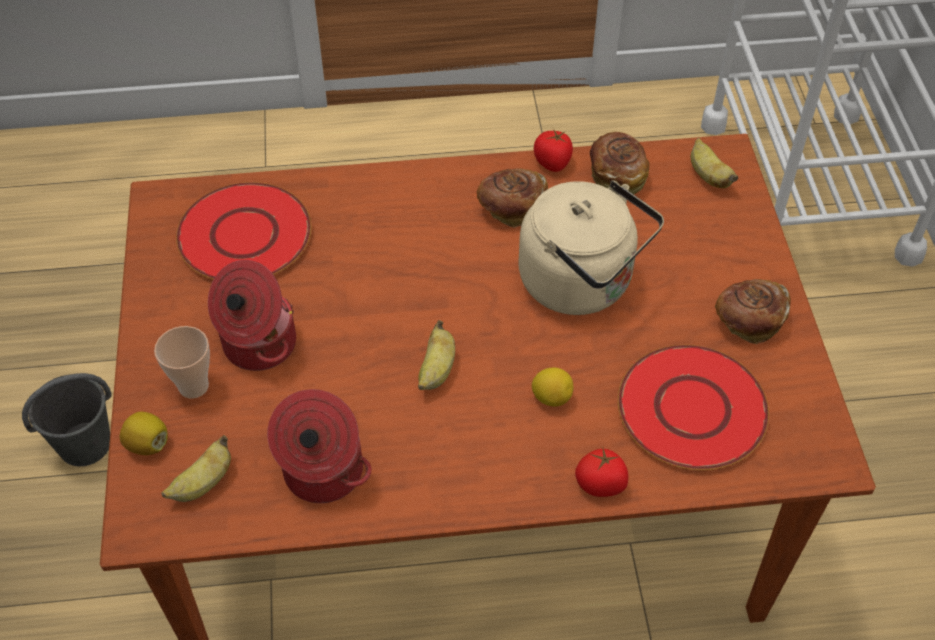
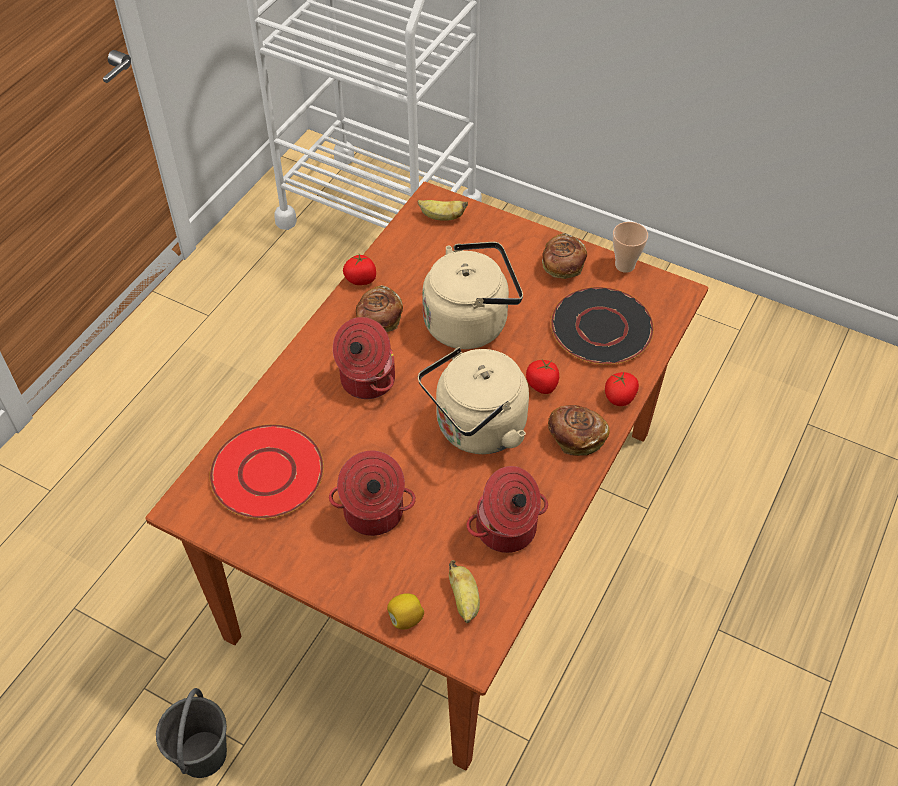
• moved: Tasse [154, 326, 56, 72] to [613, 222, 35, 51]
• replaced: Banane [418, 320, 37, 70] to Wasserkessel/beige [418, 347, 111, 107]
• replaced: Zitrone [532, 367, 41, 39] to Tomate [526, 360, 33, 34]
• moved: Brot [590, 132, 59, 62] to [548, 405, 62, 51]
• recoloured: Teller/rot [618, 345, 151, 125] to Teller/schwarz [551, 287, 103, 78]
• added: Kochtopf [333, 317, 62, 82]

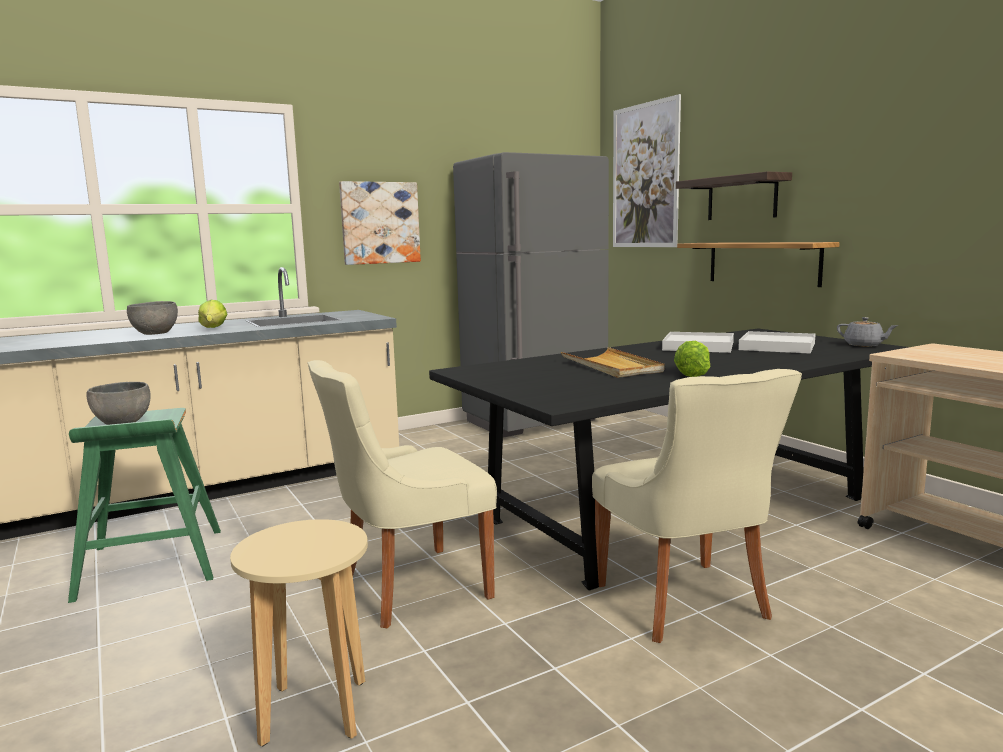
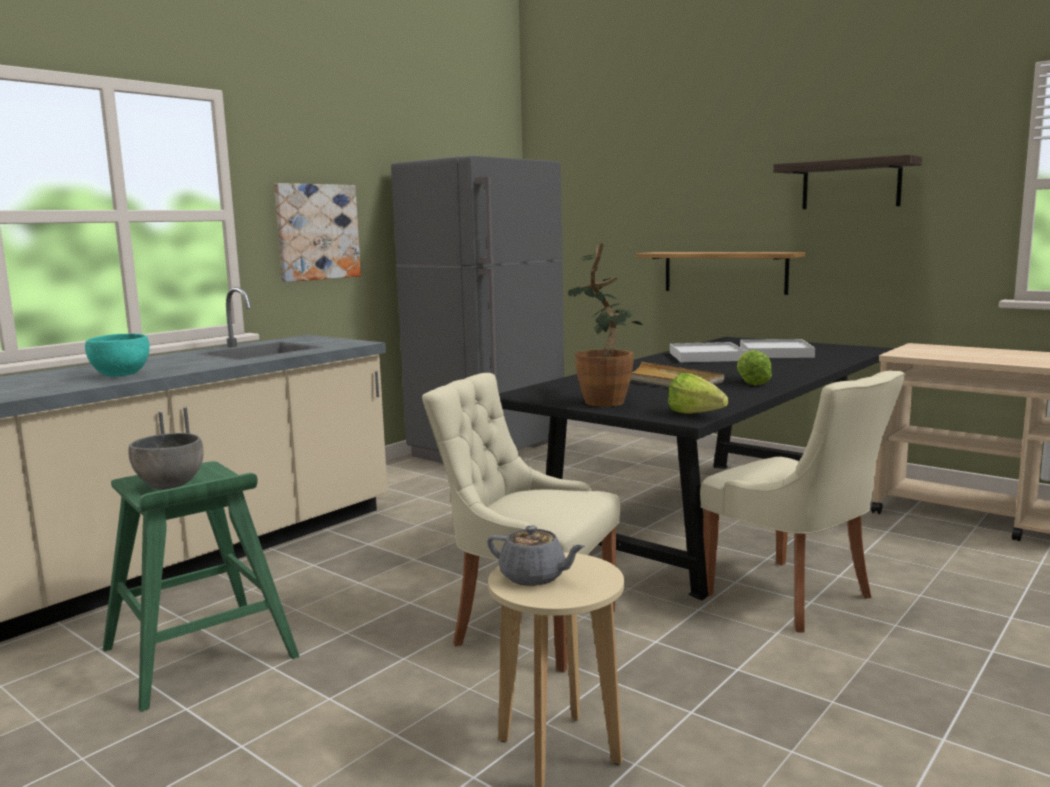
• recoloured: Schüssel/grau [127, 301, 51, 34] to Schüssel/türkis [85, 334, 65, 43]
• moved: Salatkopf [198, 300, 29, 28] to [668, 373, 60, 41]
• turned: Stuhl/beige [307, 360, 190, 268] = [422, 373, 199, 300] 75 degrees clockwise
• removed: Bild [613, 94, 68, 153]
• moved: Wandregal [676, 172, 116, 48] to [773, 155, 149, 54]
• moved: Teekanne/grau [837, 317, 61, 30] to [487, 525, 98, 61]
• added: Topfpflanze [568, 243, 75, 164]

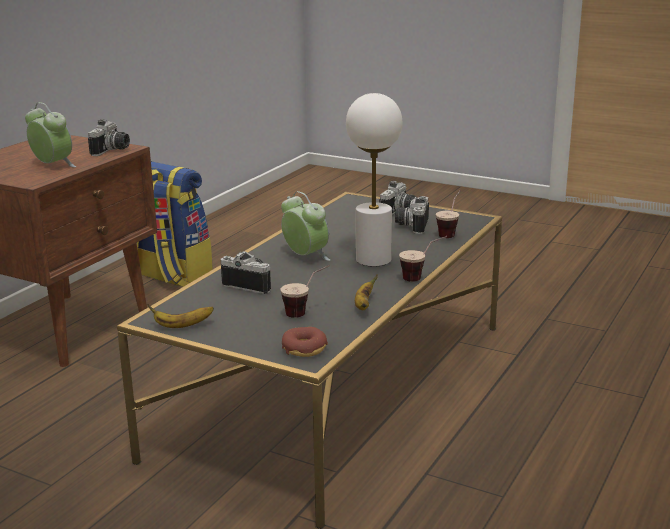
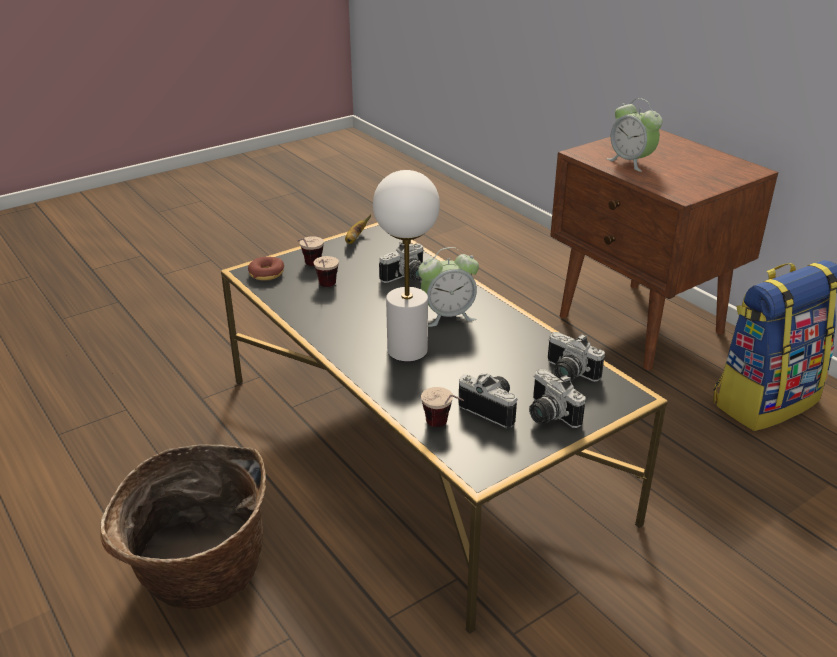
• turned: Wecker [25, 102, 51, 65] = [607, 98, 55, 74] 75 degrees clockwise
• moved: Kamera [88, 119, 42, 37] to [548, 332, 57, 50]
• removed: Banane [355, 275, 23, 35]
• moved: Tasse [399, 236, 48, 46] to [297, 236, 27, 30]
• added: Korb [100, 445, 166, 164]

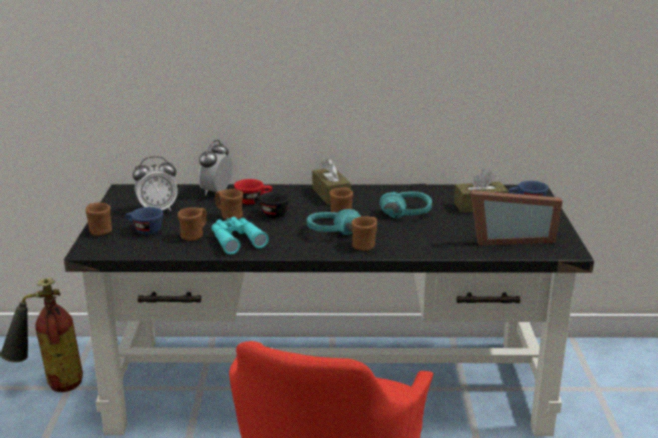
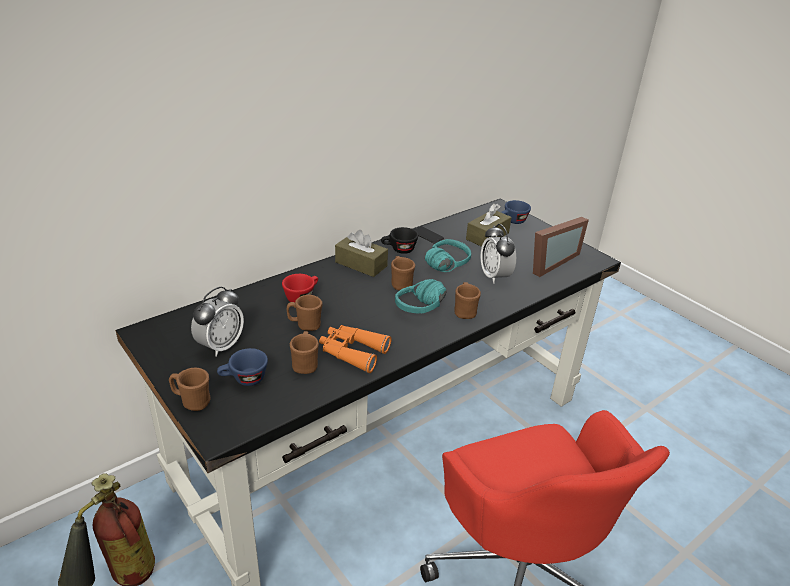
• moved: Wecker [198, 140, 35, 56] to [481, 224, 35, 60]
• recoloured: Fernglas/türkis [211, 217, 58, 38] to Fernglas/orange [319, 325, 73, 48]
• moved: Tasse/schwarz [254, 192, 36, 26] to [381, 227, 37, 27]

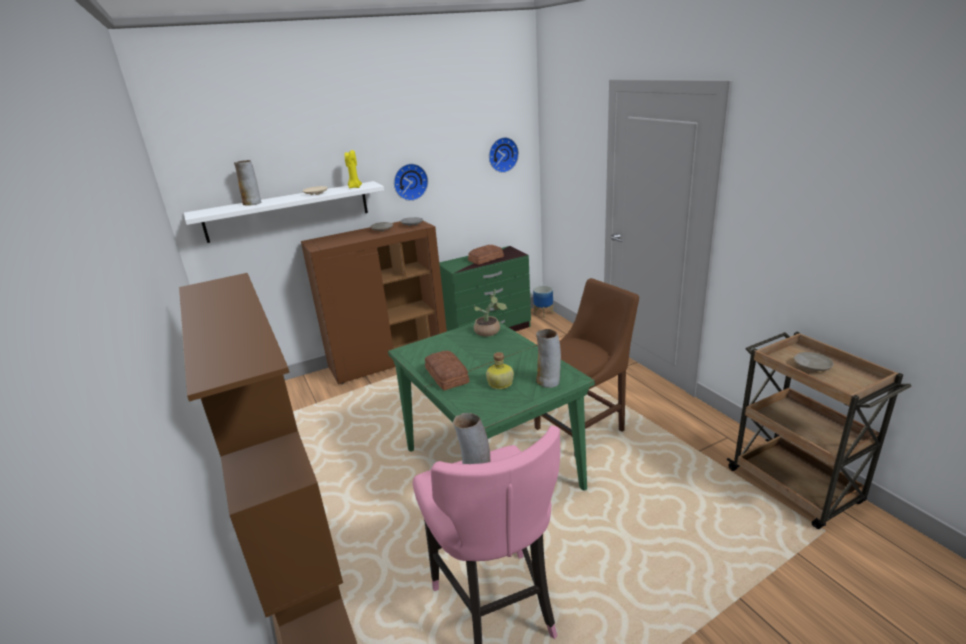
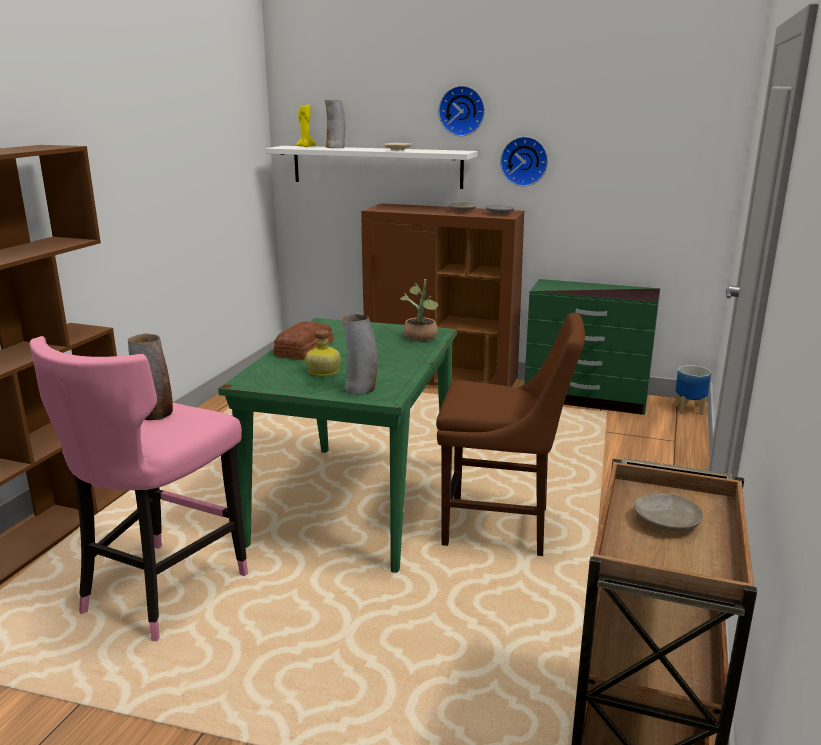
• moved: Kerze/gelb [344, 150, 18, 38] to [296, 104, 20, 43]
• removed: Brot [468, 245, 36, 20]
• moved: Wanduhr [489, 137, 30, 36] to [438, 85, 47, 51]

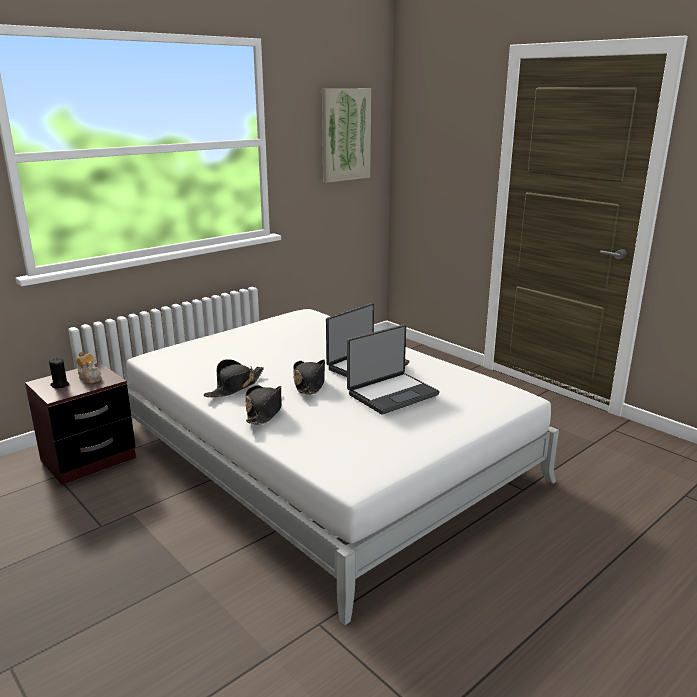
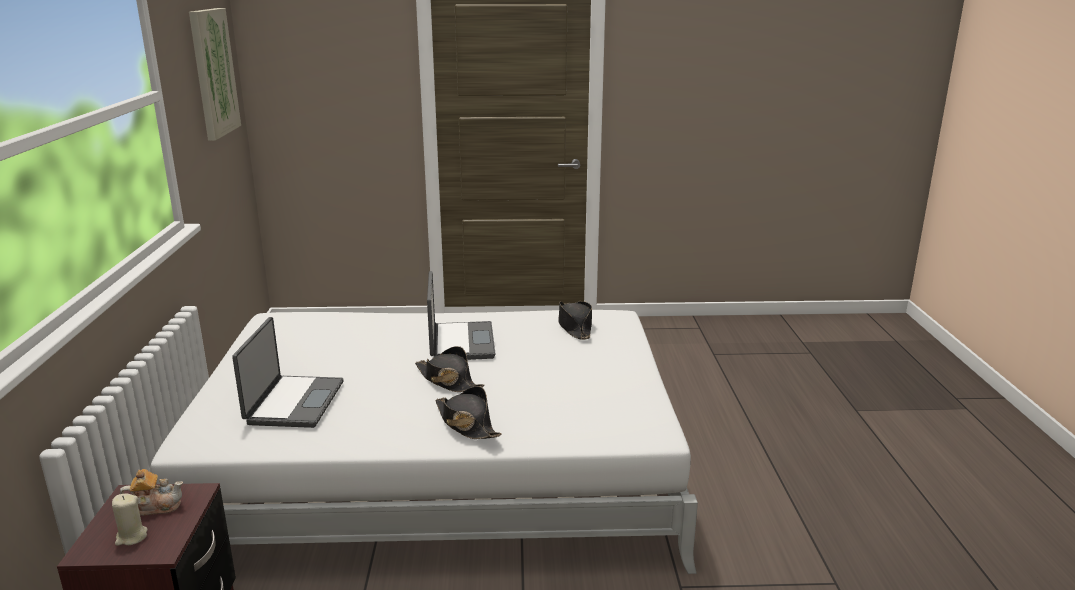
• recoloured: Kerze/schwarz [49, 358, 20, 31] to Kerze/beige [112, 494, 36, 52]
• moved: Hut/schwarz [204, 359, 60, 38] to [559, 301, 33, 39]
• moved: Laptop [347, 324, 93, 90] to [232, 317, 112, 111]

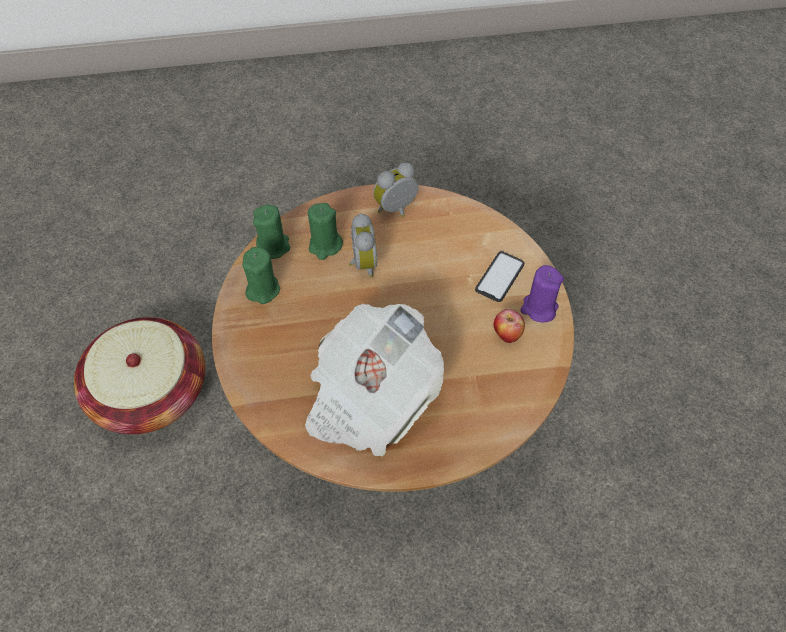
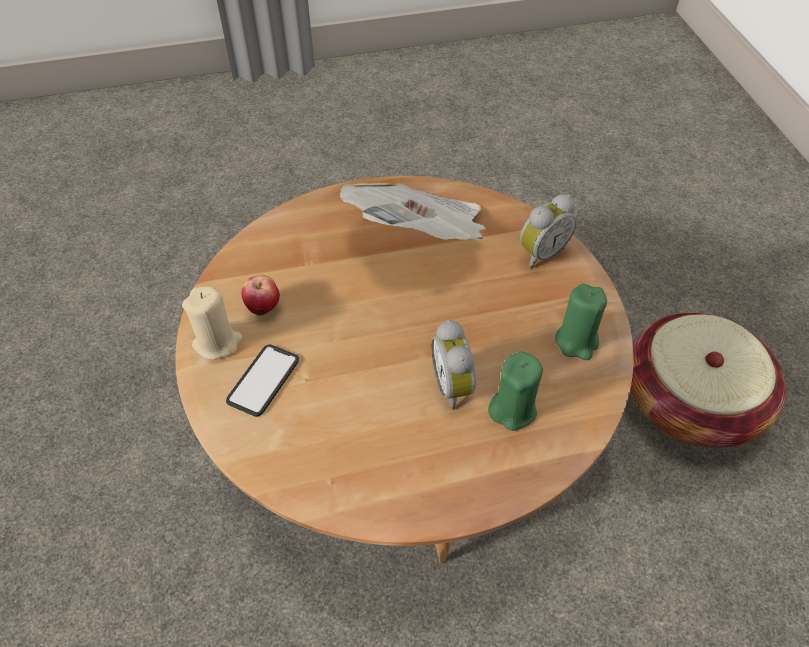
• removed: Kerze/grün [253, 204, 37, 55]
• moved: Wecker [373, 163, 45, 54] to [520, 194, 57, 75]
• recoloured: Kerze/lila [521, 265, 43, 57] to Kerze/beige [182, 286, 60, 74]

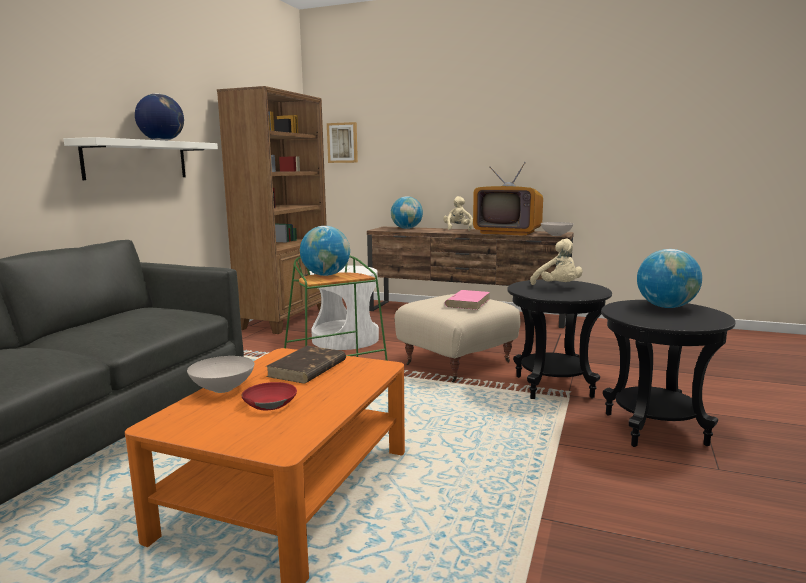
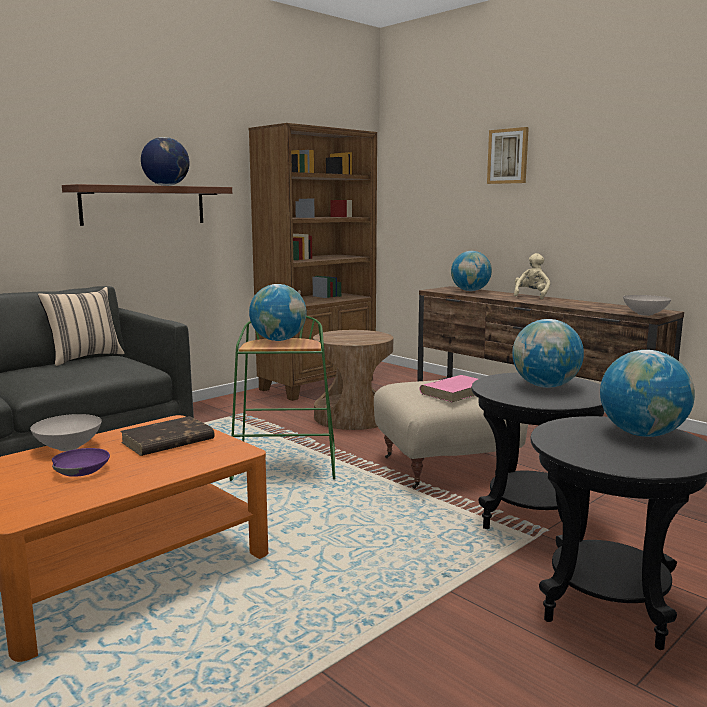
• recoloured: Wandregal/weiß [64, 137, 154, 43] to Wandregal/braun [62, 184, 170, 42]
• recoloured: Schüssel/rot [242, 382, 55, 28] to Schüssel/lila [52, 448, 58, 29]
• recoloured: Beistelltisch/weiß [310, 265, 69, 85] to Beistelltisch/braun [313, 330, 80, 100]
• moved: Bild [327, 122, 31, 41] to [487, 127, 42, 57]
• removed: Fernseher [473, 162, 70, 74]
• replaced: Plüschtier/beige [530, 239, 52, 46] to Globus [512, 319, 72, 69]
• added: Kissen/beige [38, 287, 87, 79]

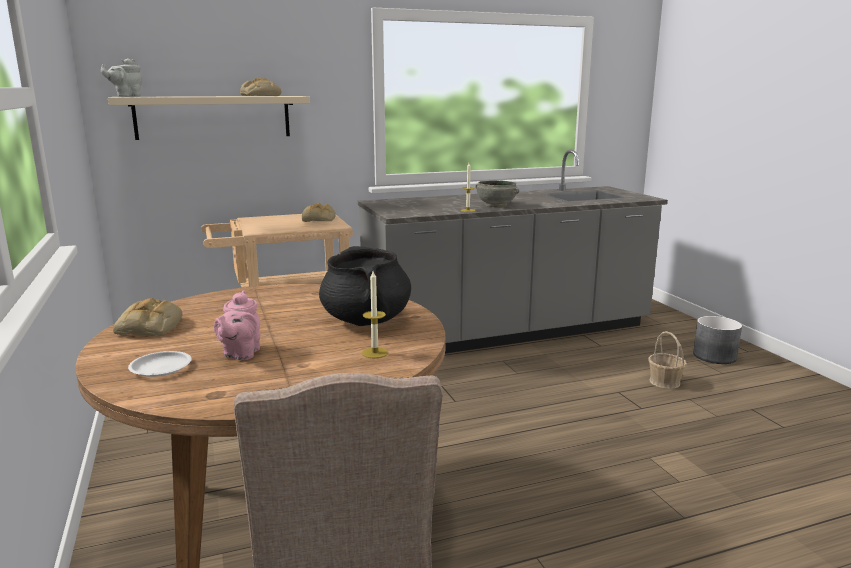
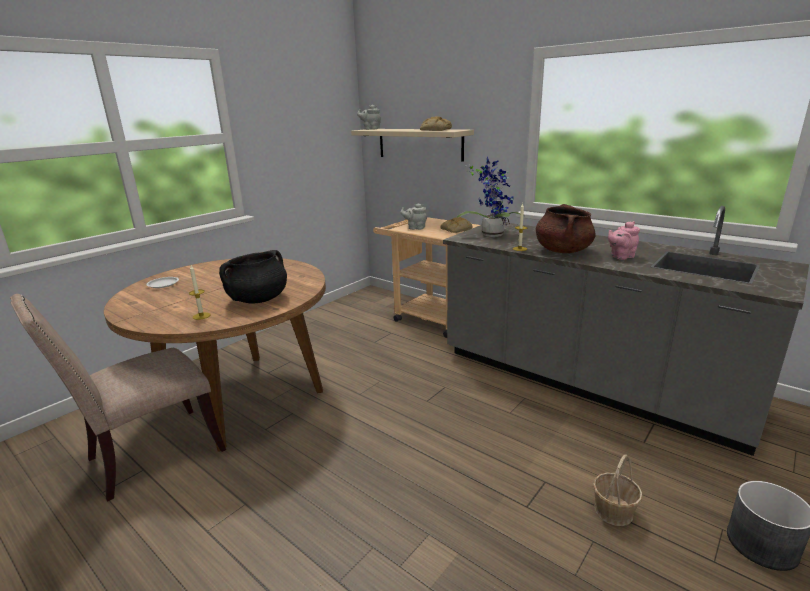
• removed: Brot [113, 298, 70, 37]
• moved: Teekanne/rosa [214, 290, 46, 70] to [608, 221, 32, 39]
• replaced: Schüssel/grau [476, 180, 43, 27] to Kochtopf/braun [536, 204, 60, 49]
• added: Teekanne/grau [400, 203, 27, 27]
• added: Topfpflanze [457, 156, 68, 81]

